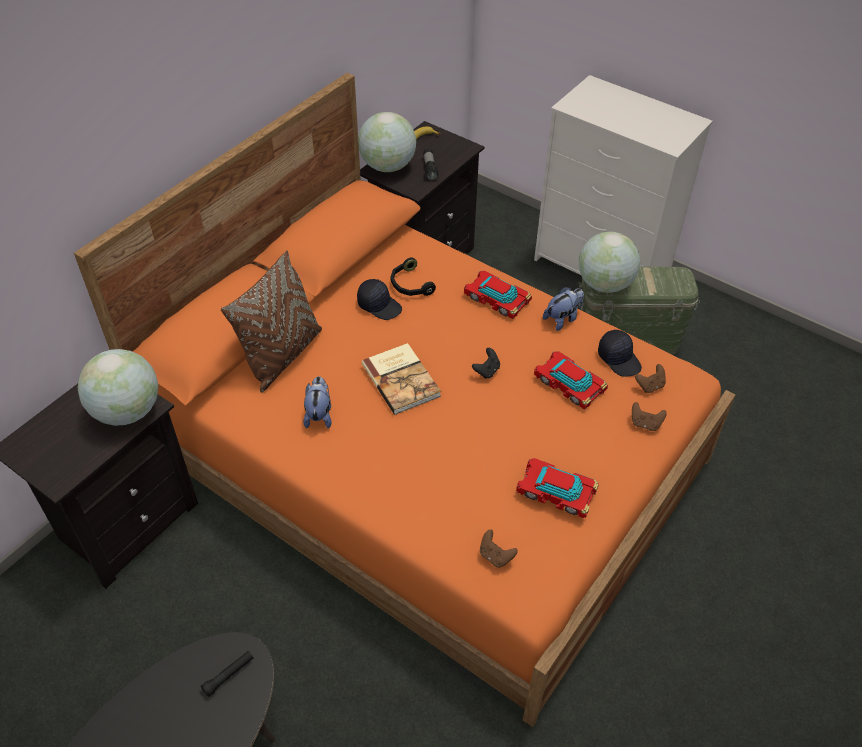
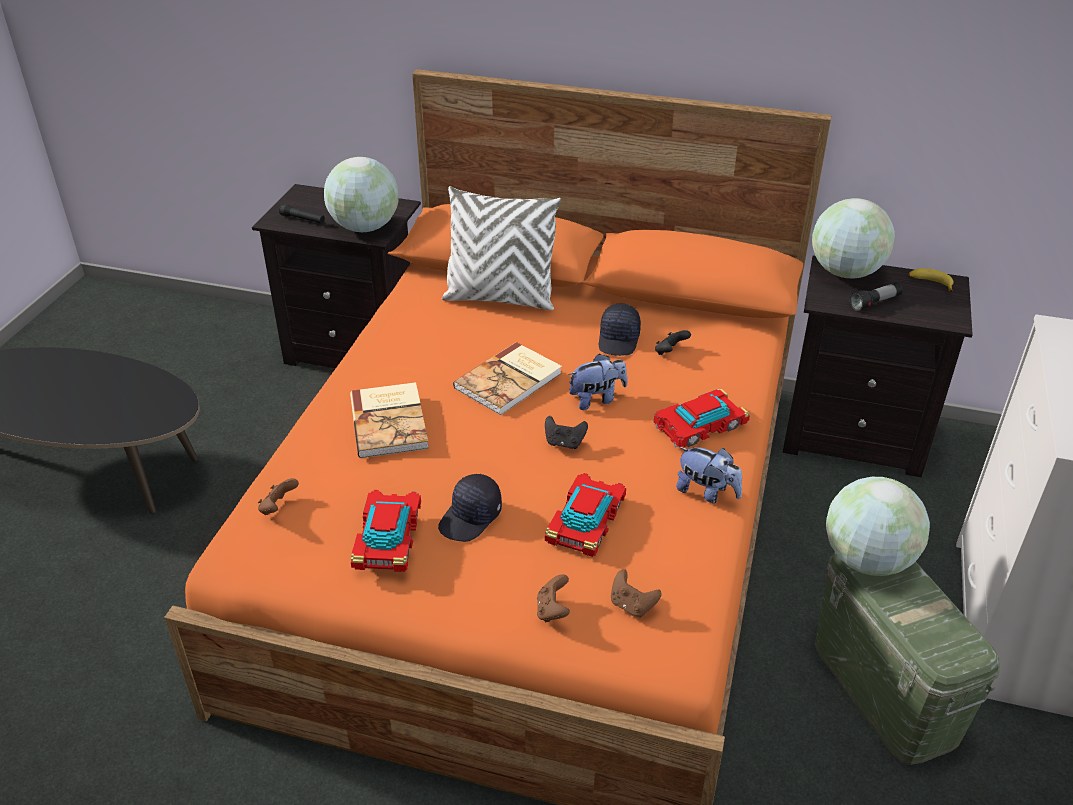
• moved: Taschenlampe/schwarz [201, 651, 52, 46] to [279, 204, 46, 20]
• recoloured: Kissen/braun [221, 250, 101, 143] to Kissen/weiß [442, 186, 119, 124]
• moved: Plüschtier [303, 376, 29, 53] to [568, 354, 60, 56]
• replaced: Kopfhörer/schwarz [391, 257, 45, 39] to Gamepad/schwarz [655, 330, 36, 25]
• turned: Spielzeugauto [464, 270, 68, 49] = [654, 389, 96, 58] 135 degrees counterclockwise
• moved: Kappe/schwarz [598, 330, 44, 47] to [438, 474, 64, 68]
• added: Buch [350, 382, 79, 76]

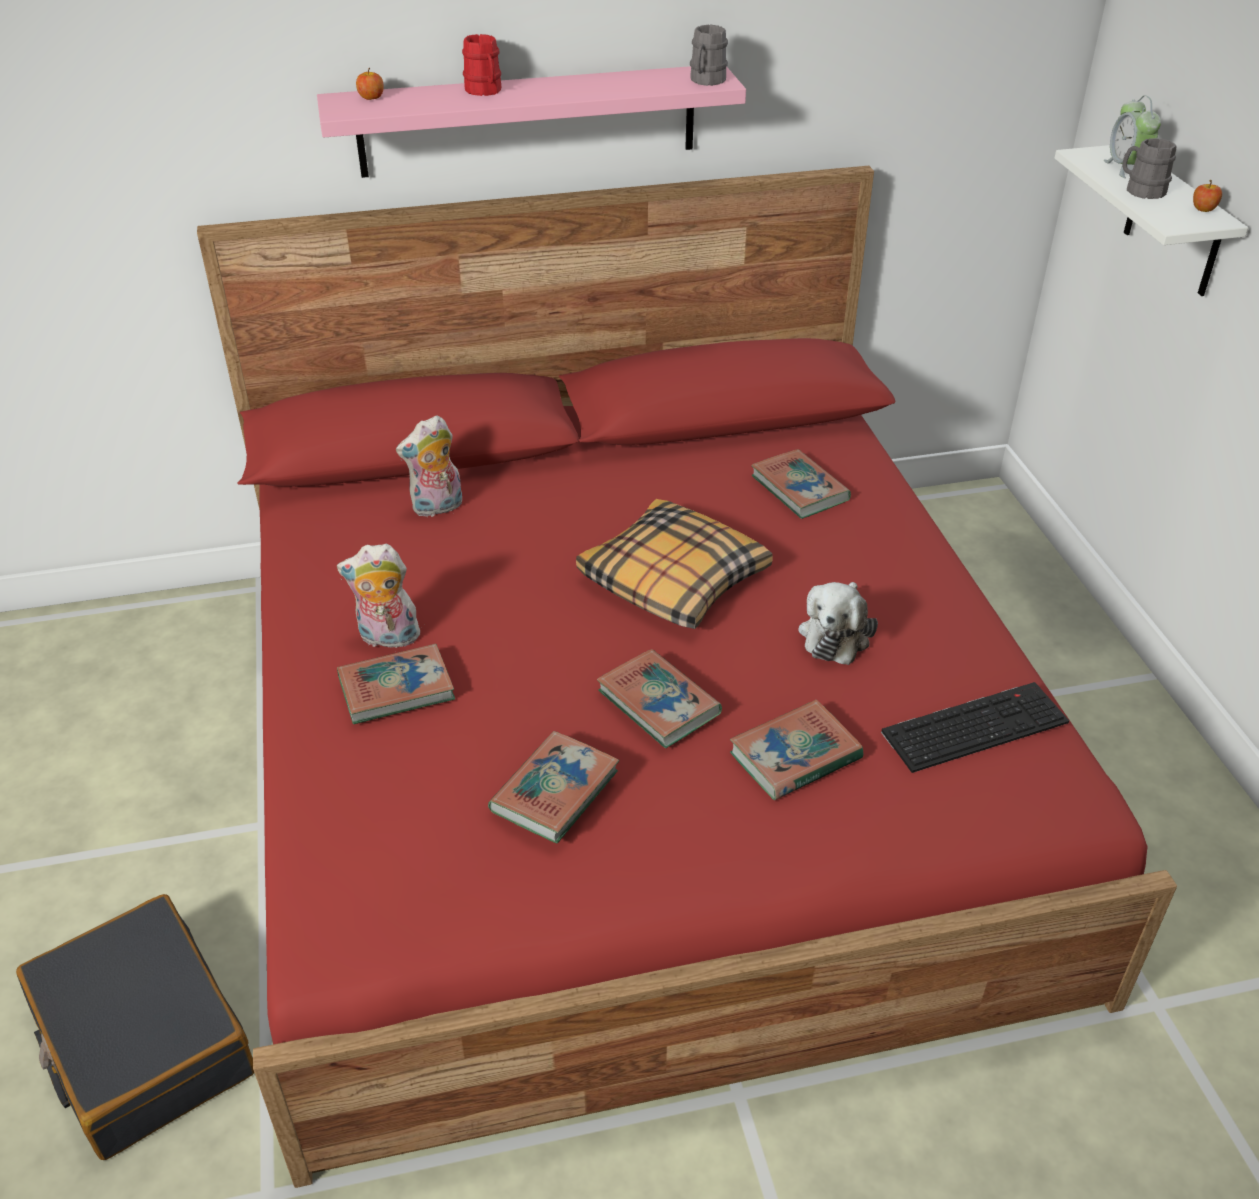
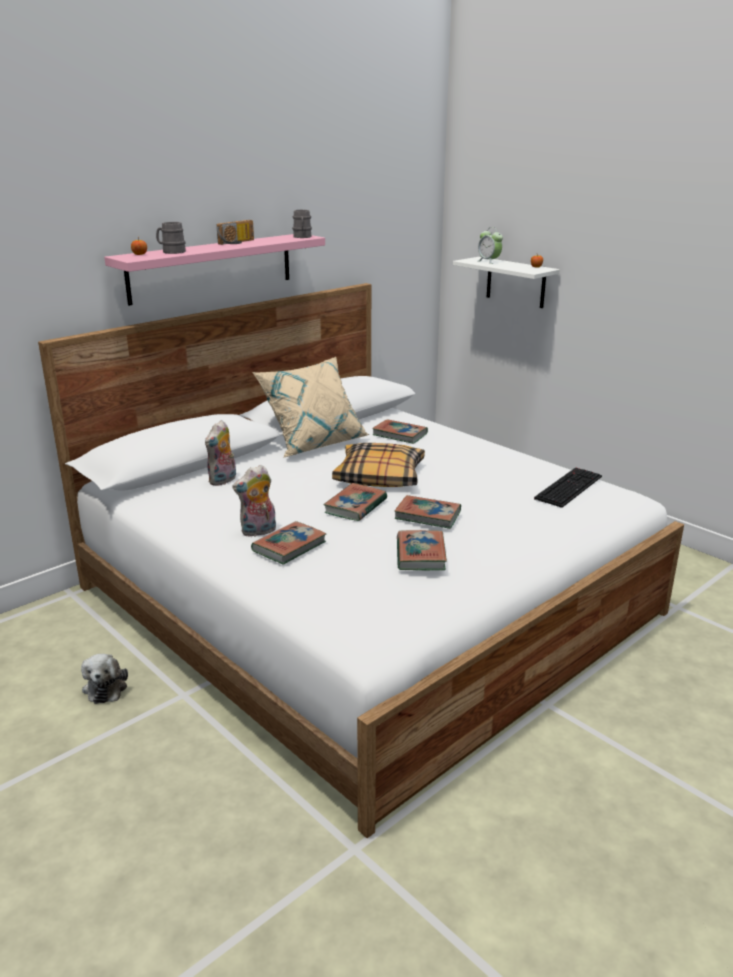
• removed: Koffer/schwarz [16, 894, 238, 266]
• recoloured: Bett/rot [197, 166, 980, 1022] to Bett/weiß [38, 283, 646, 555]
• removed: Henkelbecher/rot [462, 34, 39, 62]
• moved: Buch [730, 700, 133, 100] to [323, 483, 64, 38]
• moved: Plüschtier [798, 582, 80, 83] to [81, 654, 47, 50]
• moved: Henkelbecher/grau [1122, 138, 54, 61] to [156, 222, 30, 32]
• added: Radio [217, 220, 37, 25]
• added: Kissen/beige [252, 357, 118, 100]

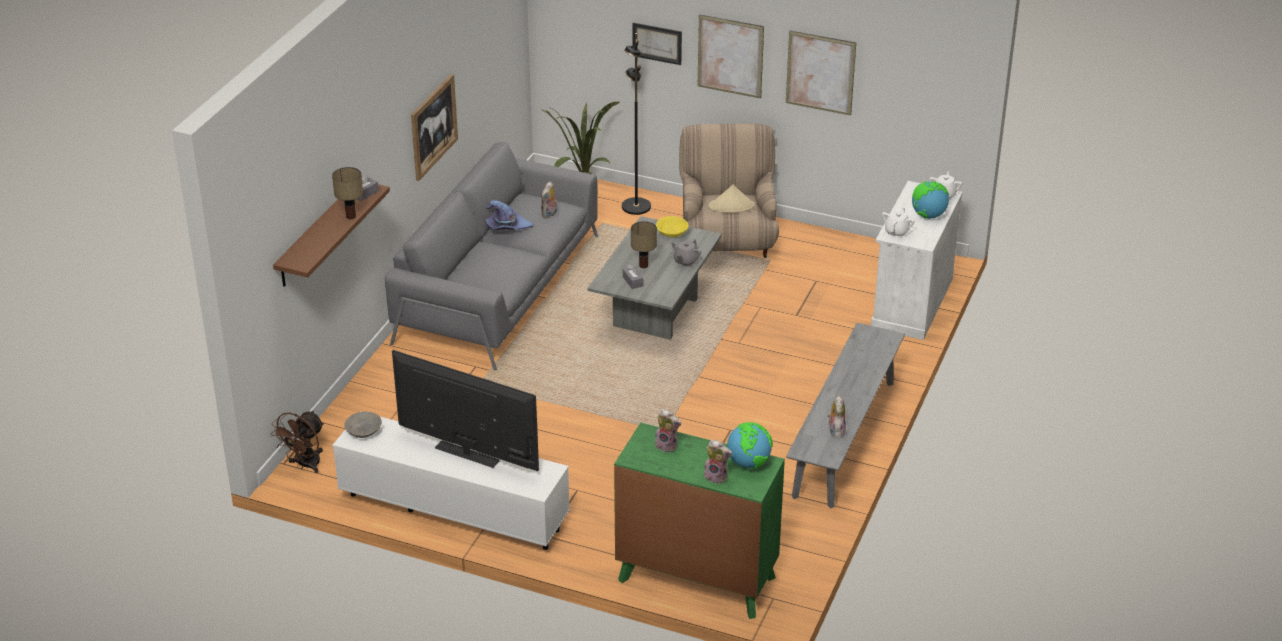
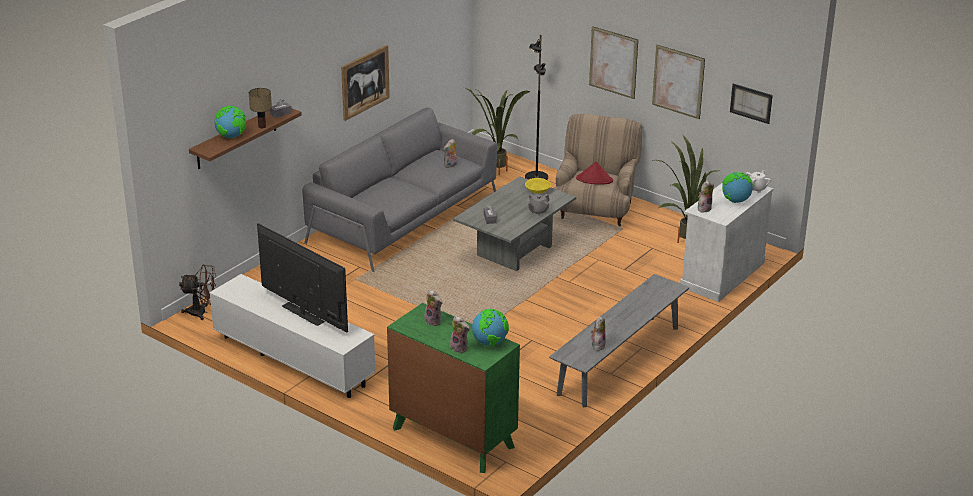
• turned: Ventilator/braun [271, 410, 53, 63] = [179, 264, 37, 56] 135 degrees counterclockwise
• removed: Schüssel/grau [344, 412, 38, 26]
• removed: Hut/lila [486, 200, 47, 30]
• removed: Tischlampe [631, 221, 26, 47]
• moved: Bild [633, 23, 49, 42] to [730, 83, 43, 41]
• recoloured: Hut/beige [709, 184, 46, 29] to Hut/rot [576, 161, 37, 24]
• replaced: Teekanne/weiß [882, 208, 33, 30] to Plüschtier [698, 180, 16, 32]
• added: Globus [214, 106, 32, 32]
• added: Topfpflanze [654, 135, 64, 108]

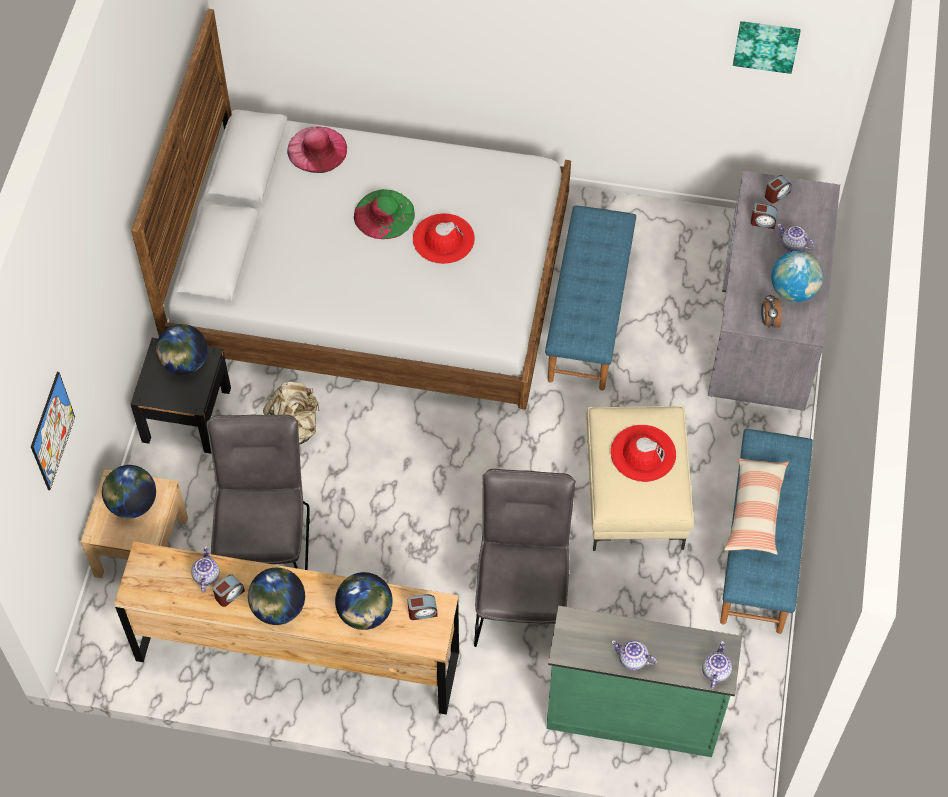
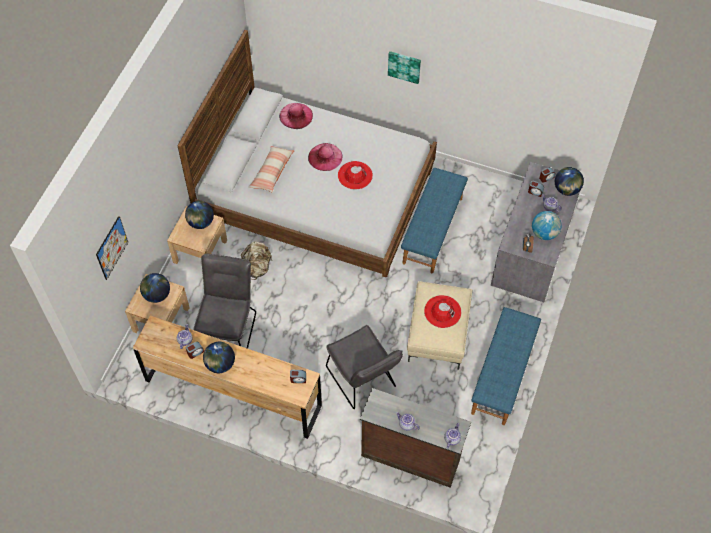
• recoloured: Nachttisch/schwarz [130, 338, 101, 116] to Nachttisch/beige [167, 206, 60, 58]
• moved: Globus [335, 572, 58, 58] to [555, 167, 29, 29]
• recoloured: Hut/grün [354, 189, 61, 50] to Hut/rosa [308, 143, 34, 28]
• turned: Stuhl/grau [474, 469, 102, 178] = [326, 325, 77, 84] 135 degrees clockwise
• recoloured: Kommode/grün [546, 605, 196, 152] to Kommode/braun [360, 388, 111, 100]
• moved: Kissen [724, 458, 65, 97] to [248, 146, 47, 47]
• moved: Bild [733, 21, 68, 53] to [388, 51, 33, 33]

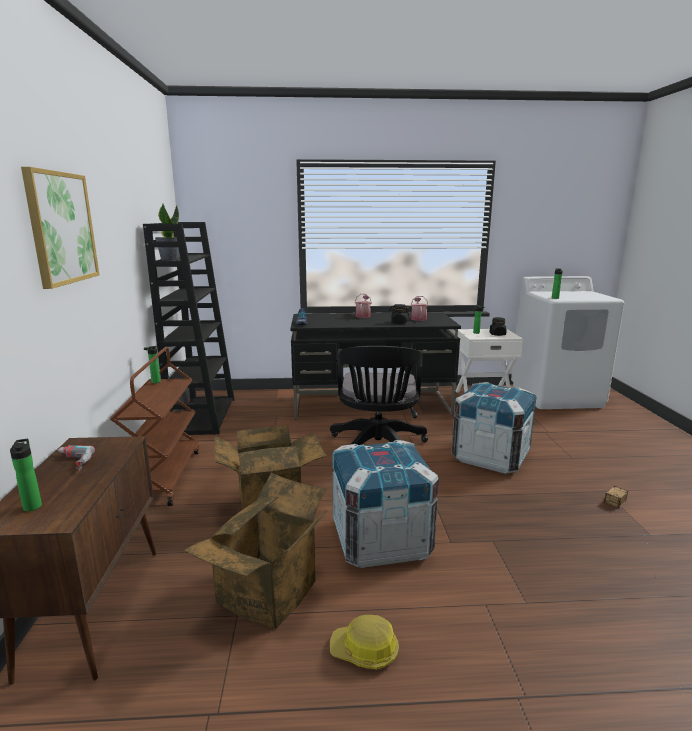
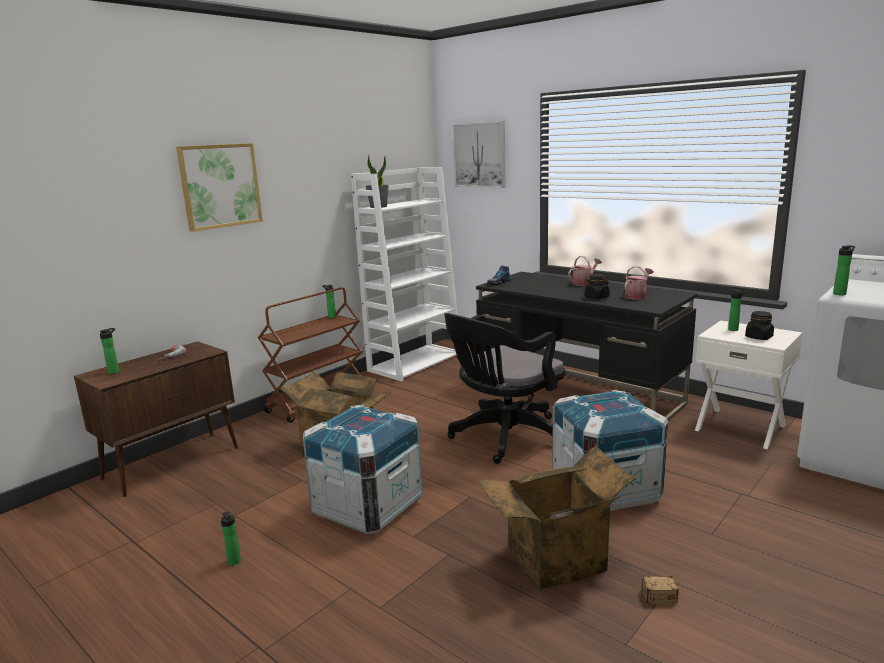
• recoloured: Bücherregal/schwarz [143, 222, 92, 213] to Bücherregal/weiß [351, 167, 107, 215]
• moved: Karton [184, 473, 144, 156] to [478, 445, 158, 143]
• replaced: Schutzhelm [330, 615, 69, 54] to Flasche [221, 512, 20, 53]
• added: Bild [452, 122, 54, 66]

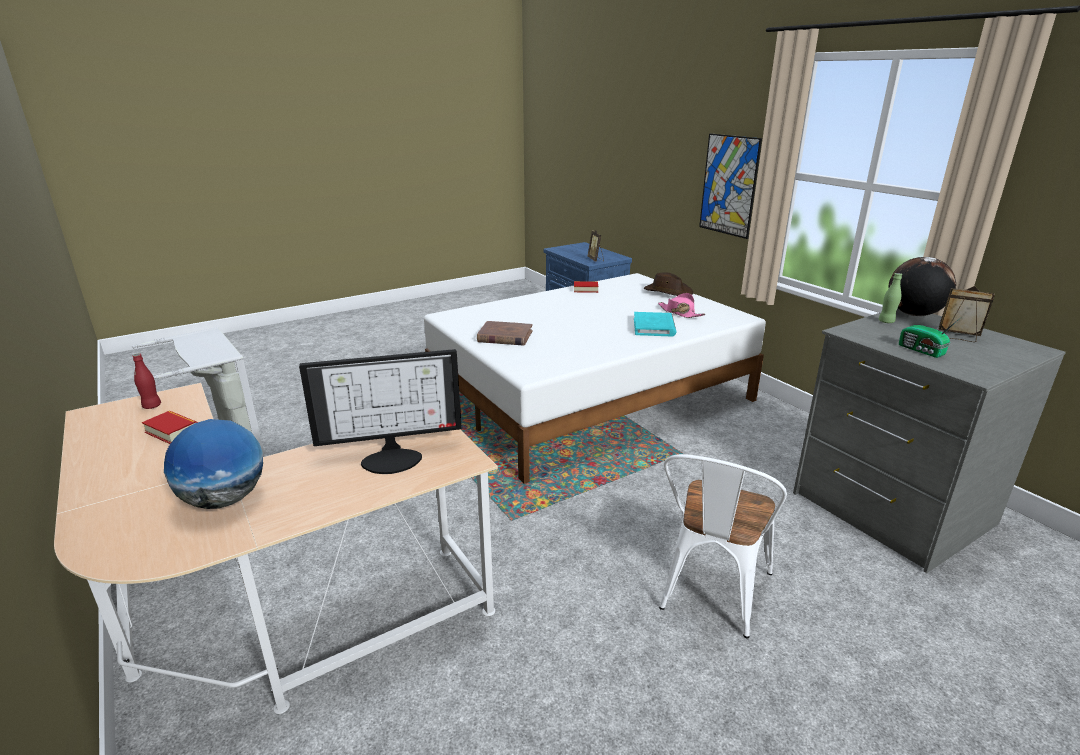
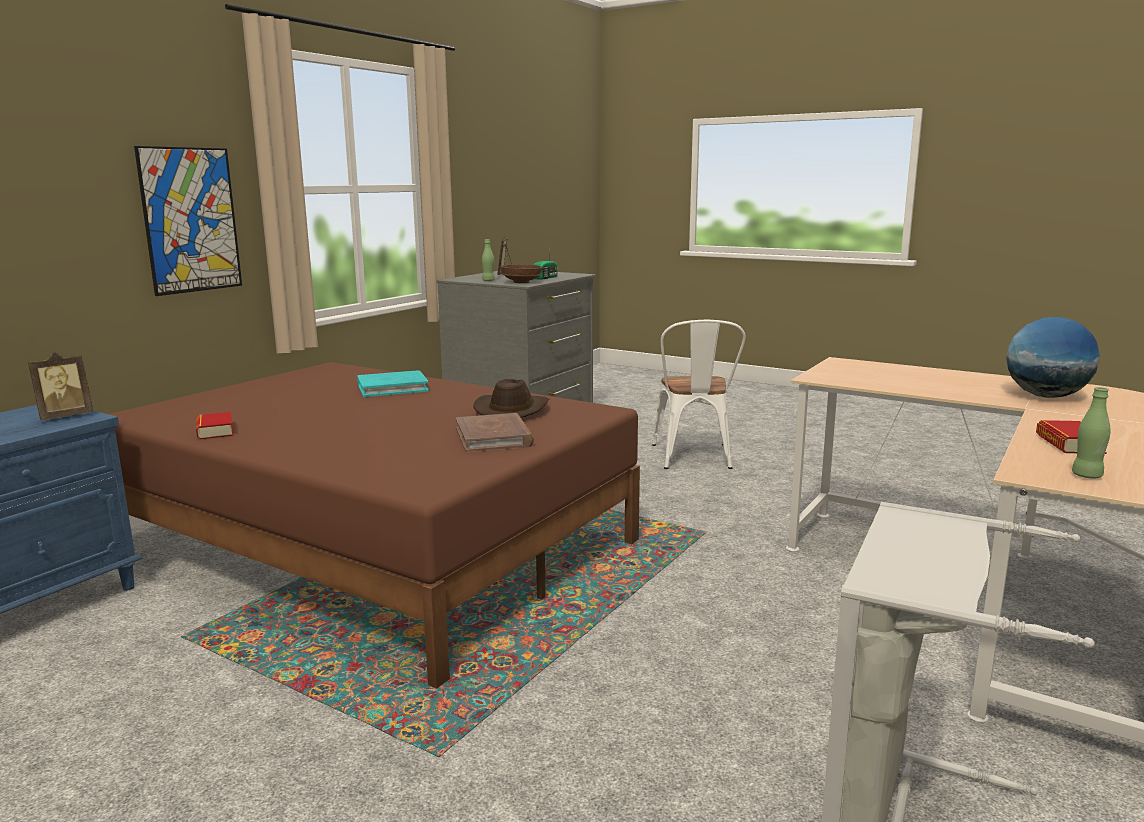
• recoloured: Flasche/rot [133, 353, 28, 56] to Flasche/grün [1072, 387, 39, 91]
• removed: Monitor [299, 349, 163, 125]
• recoloured: Bett/weiß [424, 273, 342, 211] to Bett/braun [109, 362, 531, 326]
• moved: Hut/braun [644, 272, 49, 24] to [473, 379, 76, 39]
• removed: Hut/rosa [658, 293, 47, 25]
• turned: Stuhl/weiß [659, 454, 128, 184] = [652, 320, 94, 149] 90 degrees clockwise
• removed: Globus [888, 257, 68, 59]
• added: Schüssel/braun [501, 264, 41, 19]

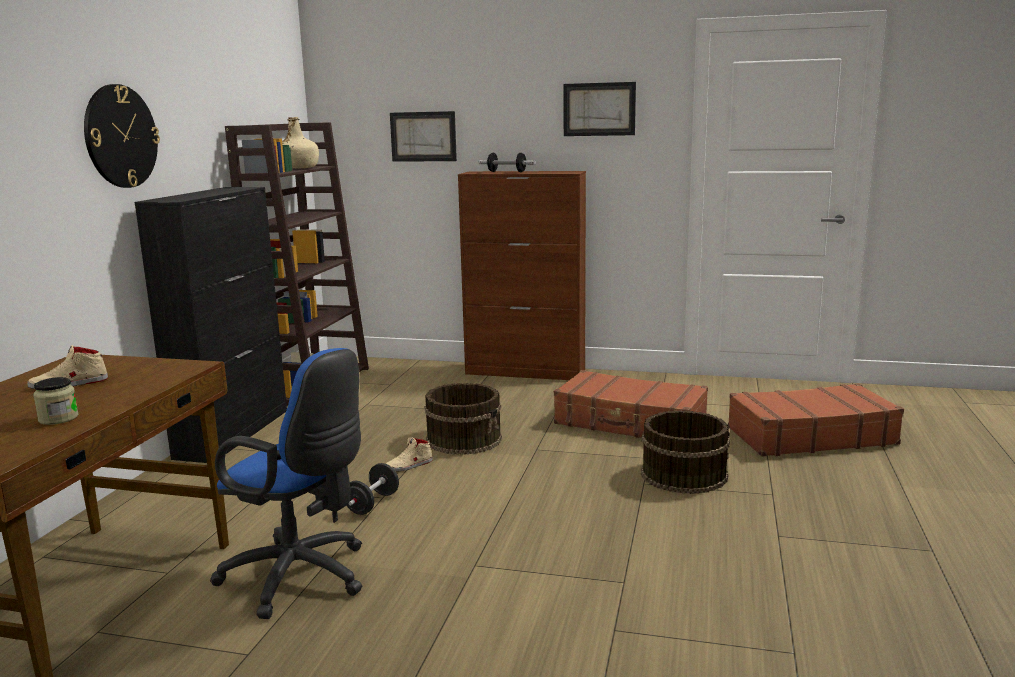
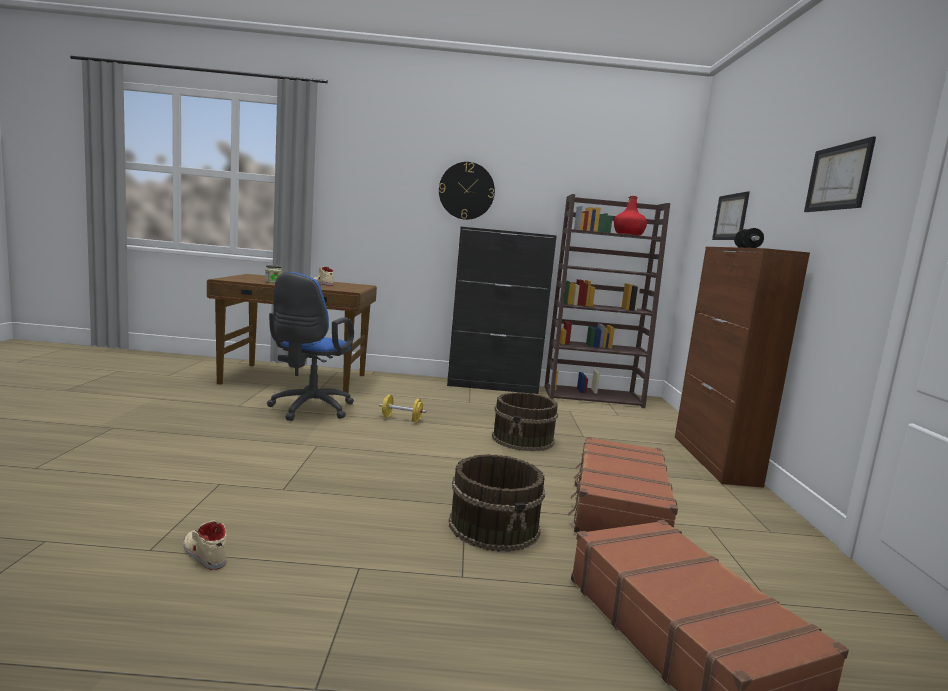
• recoloured: Flasche/beige [282, 117, 37, 52] to Flasche/rot [614, 196, 33, 39]
• recoloured: Hantel/schwarz [346, 463, 53, 52] to Hantel/gelb [379, 395, 47, 27]
• moved: Schuh/beige [386, 437, 46, 35] to [183, 521, 44, 49]

